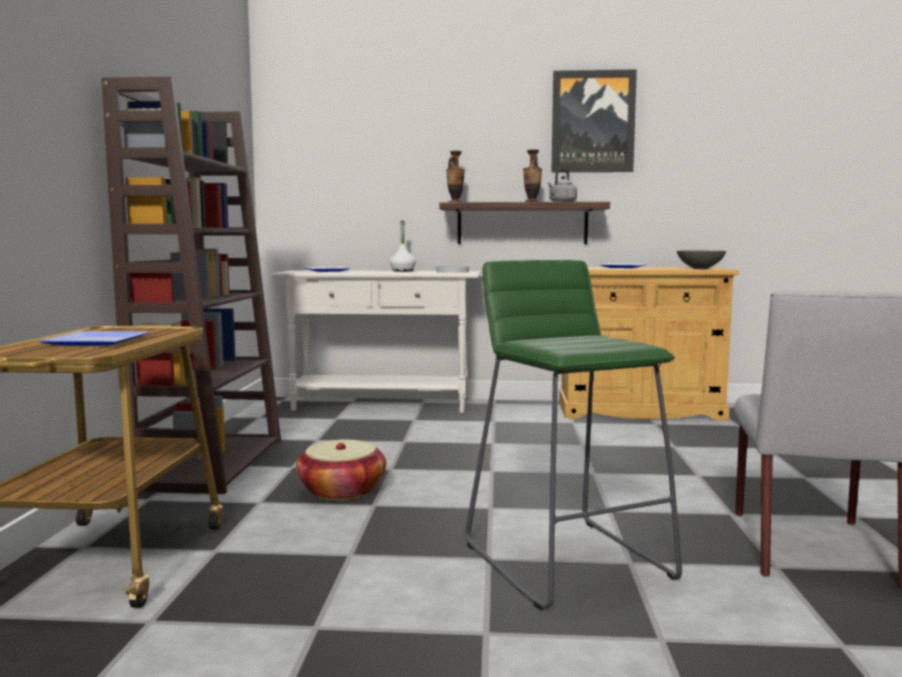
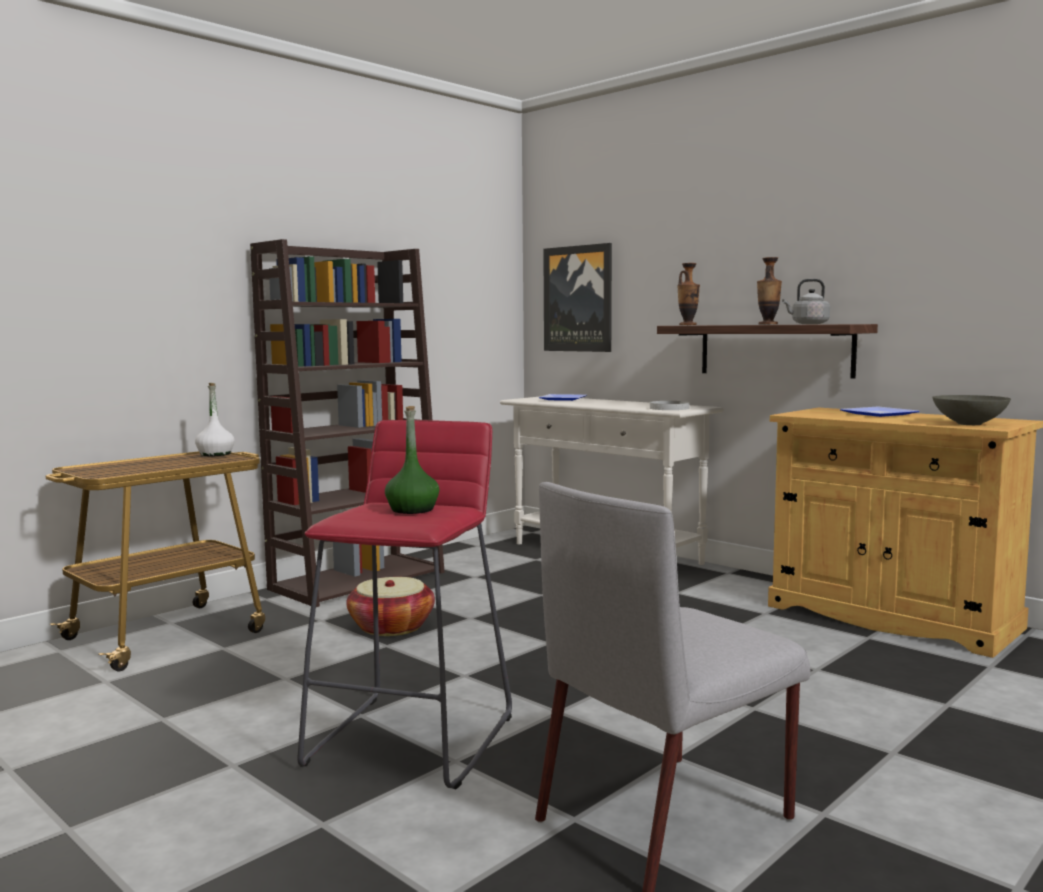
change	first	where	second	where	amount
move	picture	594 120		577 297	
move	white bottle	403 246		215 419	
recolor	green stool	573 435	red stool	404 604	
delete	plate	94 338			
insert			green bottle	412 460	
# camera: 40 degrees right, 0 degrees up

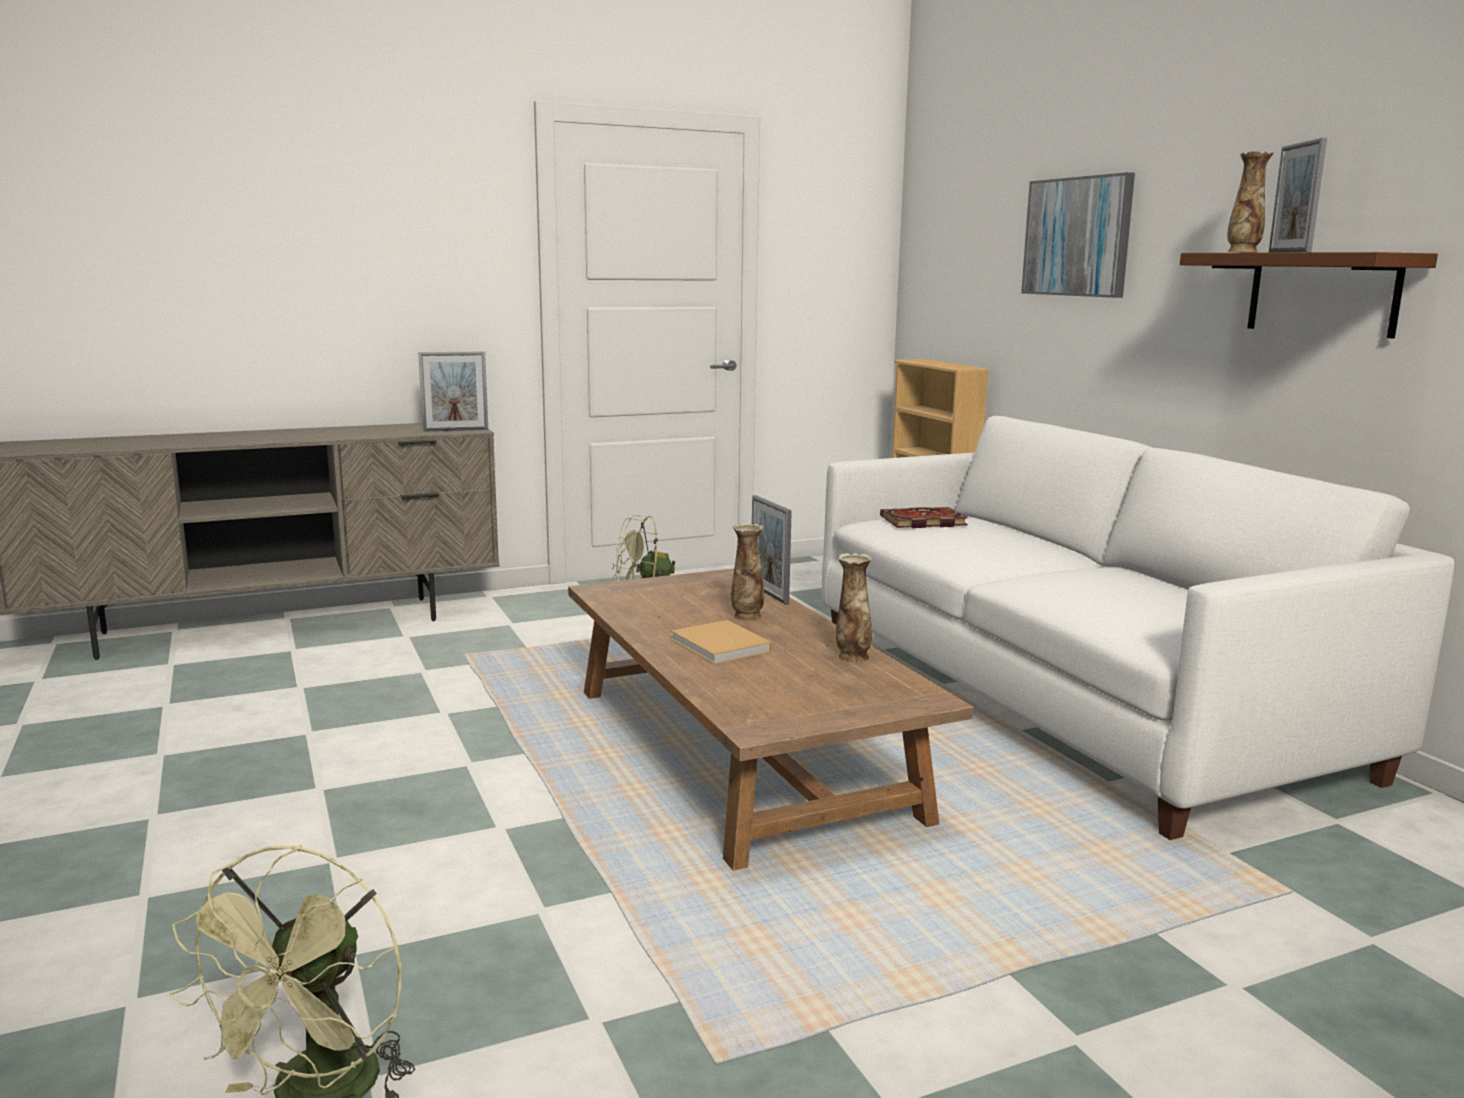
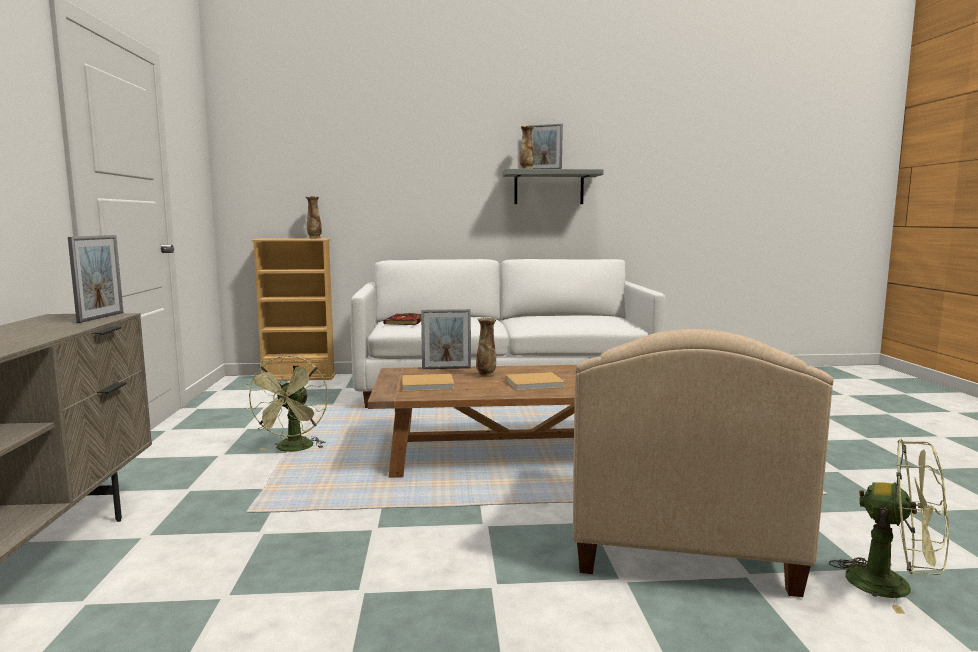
change	first	where	second	where	amount
delete	picture	1078 235			
recolor	brown shelf	1309 295	grey shelf	553 186	
move	vase	854 607		314 217	
insert			beige armchair	703 463	
insert			beige book	428 383	
# camera: 70 degrees left, 5 degrees down

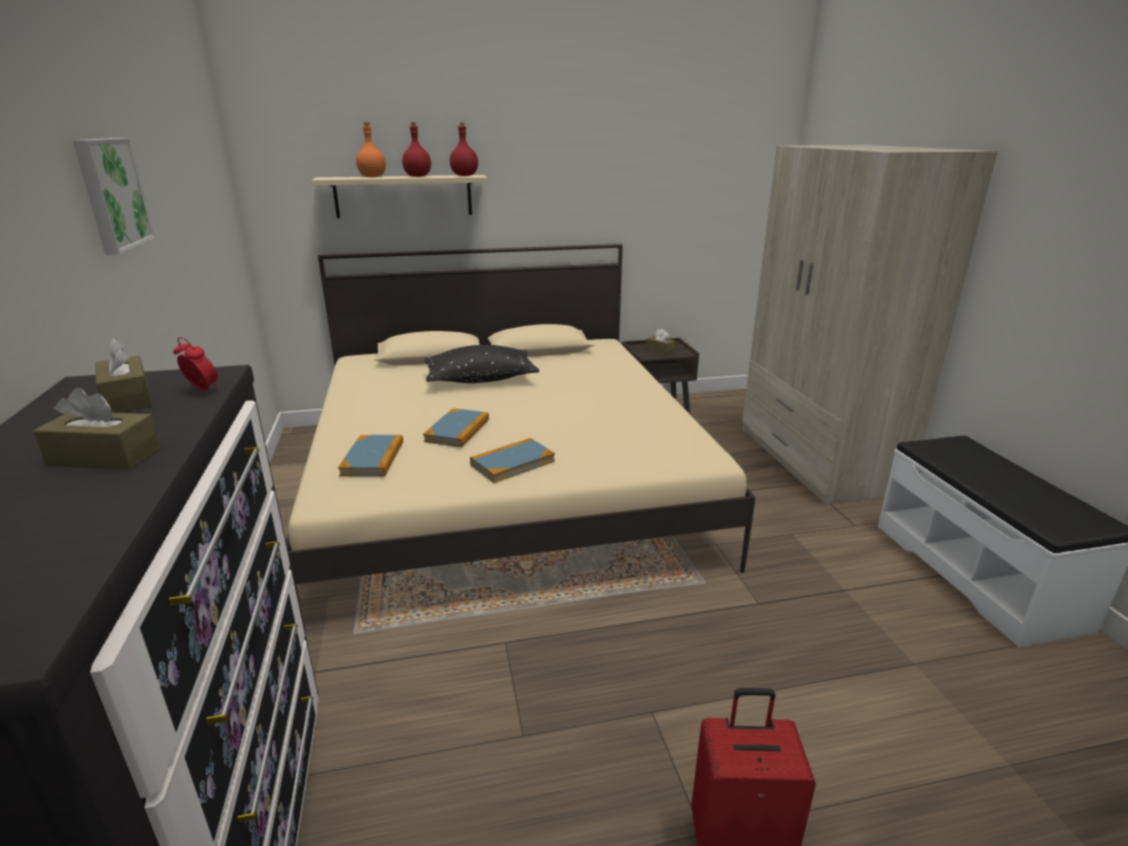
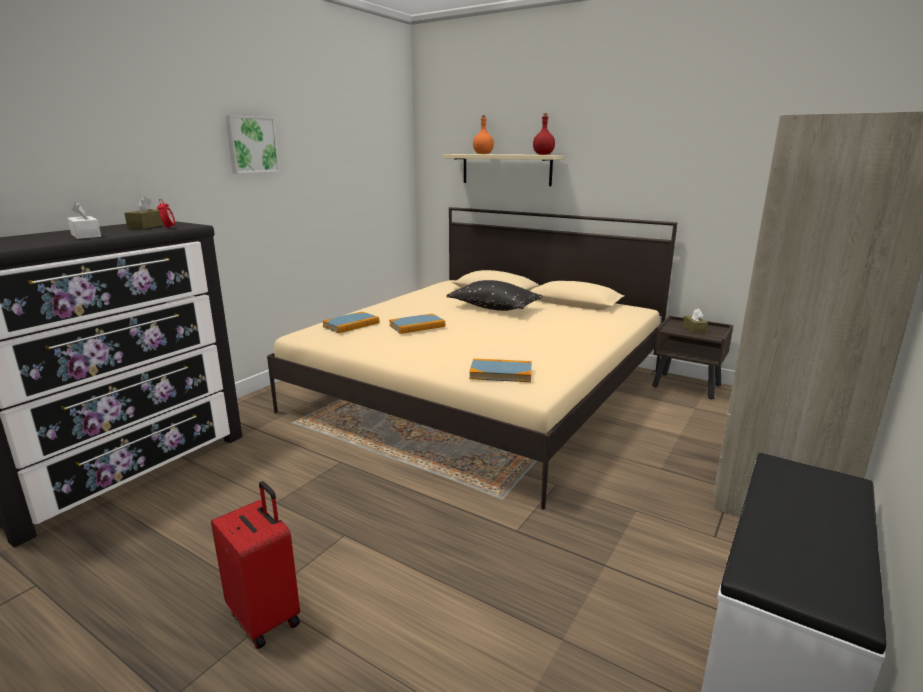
change	first	where	second	where	amount
delete	red bottle	416 149			
recolor	brown tissue box	97 428	white tissue box	84 220	
move	book	512 460		500 370	
# camera: 45 degrees right, 5 degrees down

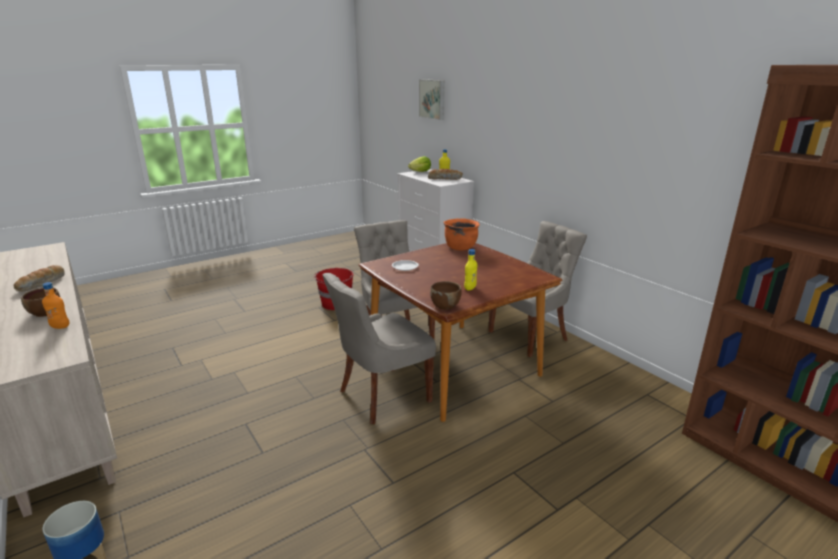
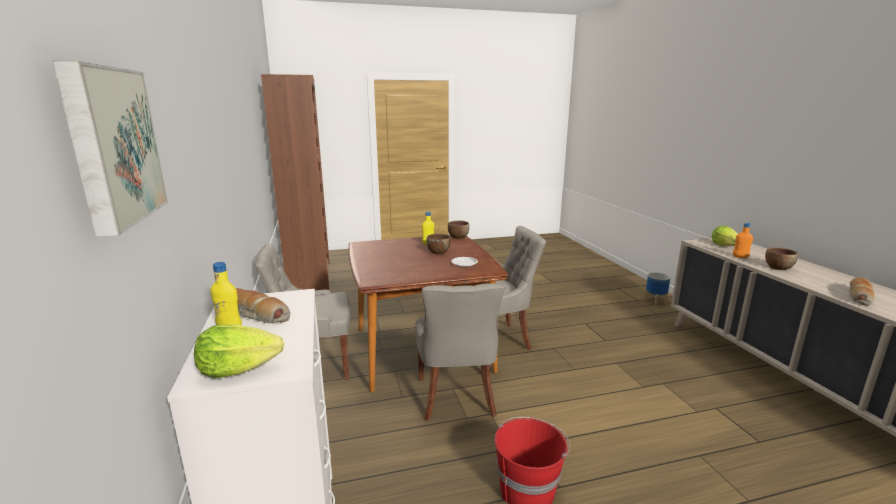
change	first	where	second	where	amount
delete	orange cooking pot	462 234			
insert			lettuce	724 236	
insert			brown bowl	439 243	
# camera: 160 degrees left, 5 degrees down

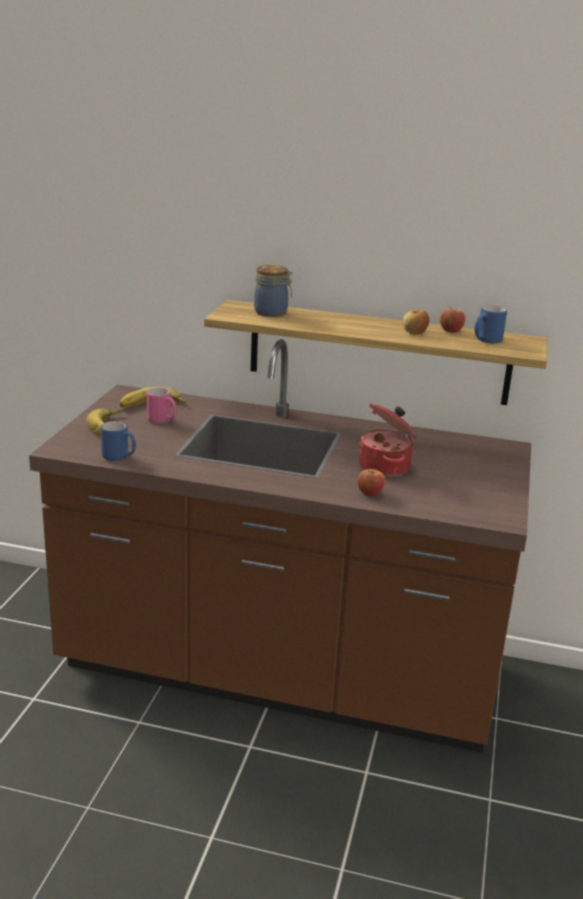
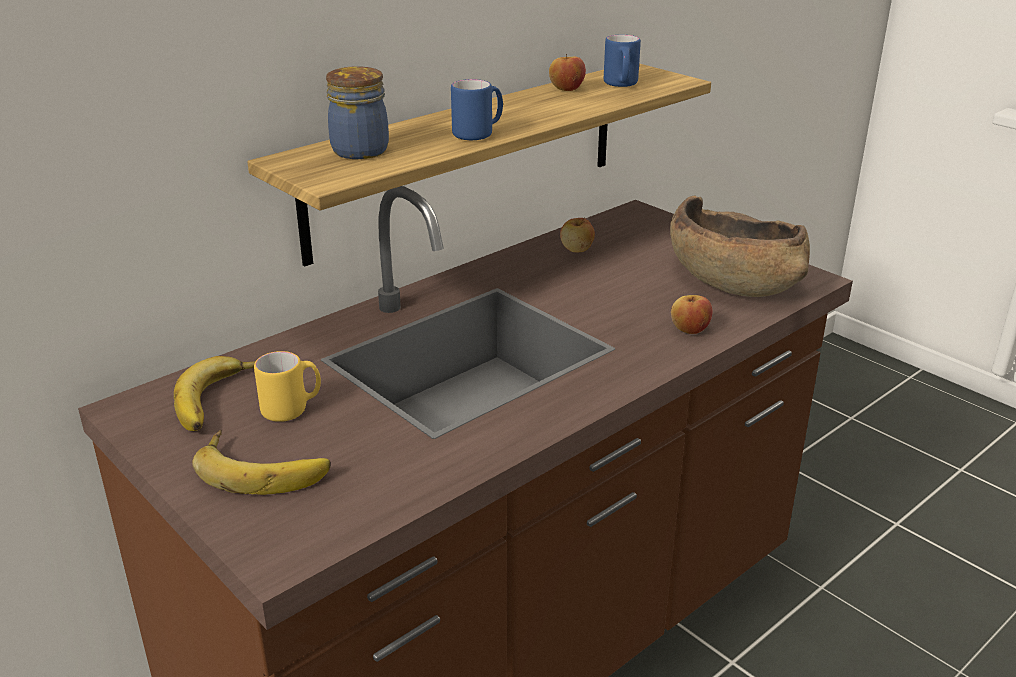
change	first	where	second	where	amount
move	apple	416 322		577 235	
recolor	pink mug	162 405	yellow mug	287 386	
delete	cooking pot	387 440			
move	blue mug	118 441		477 109	
insert			brown bowl	740 246	
# camera: 55 degrees left, 5 degrees up

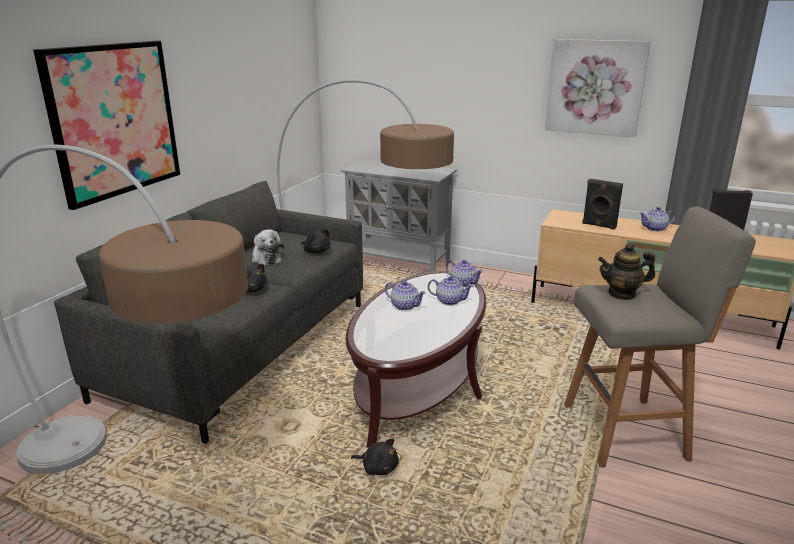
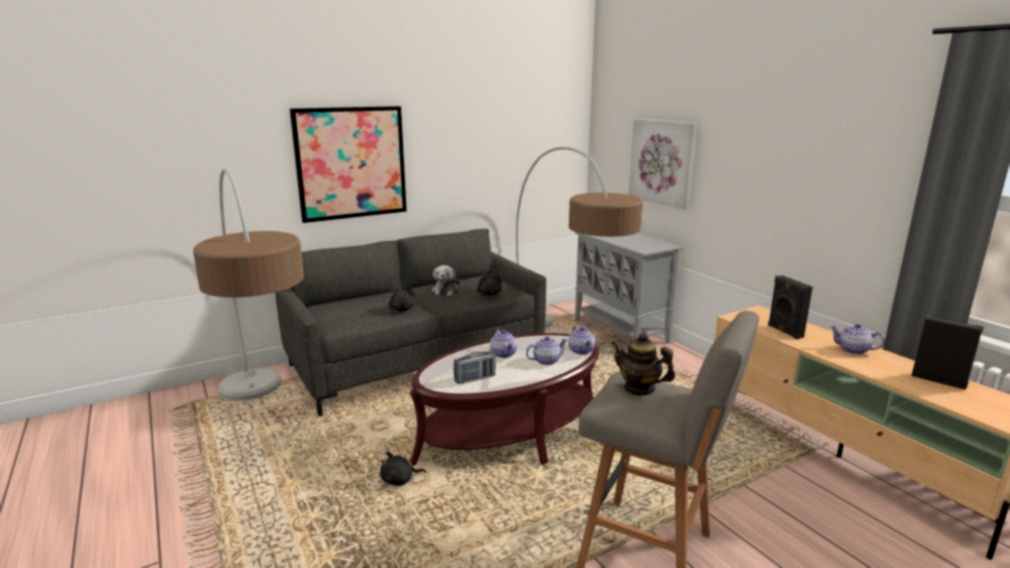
change	first	where	second	where	amount
move	picture	597 88		663 164	
rotate	teapot	450 290		547 350	75 degrees counterclockwise
rotate	black plush toy	375 457		403 468	105 degrees clockwise
insert			radio	475 367	
# camera: 35 degrees right, 5 degrees down

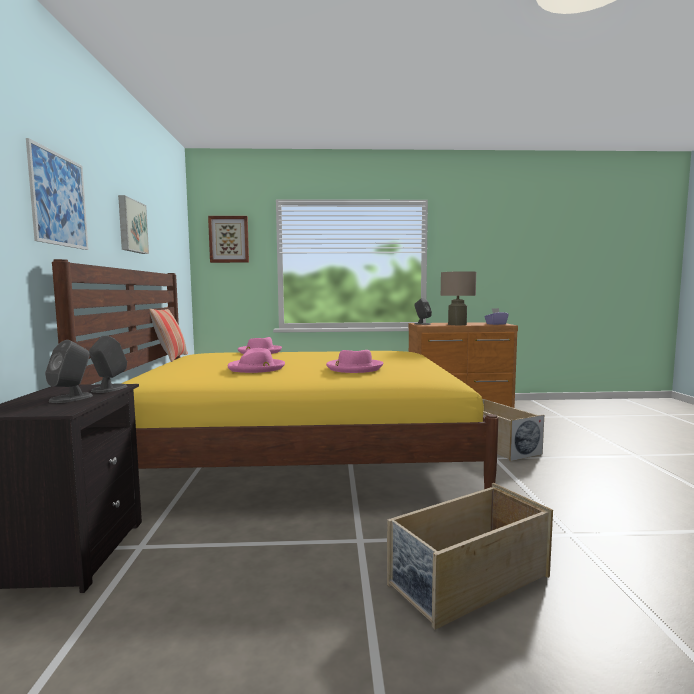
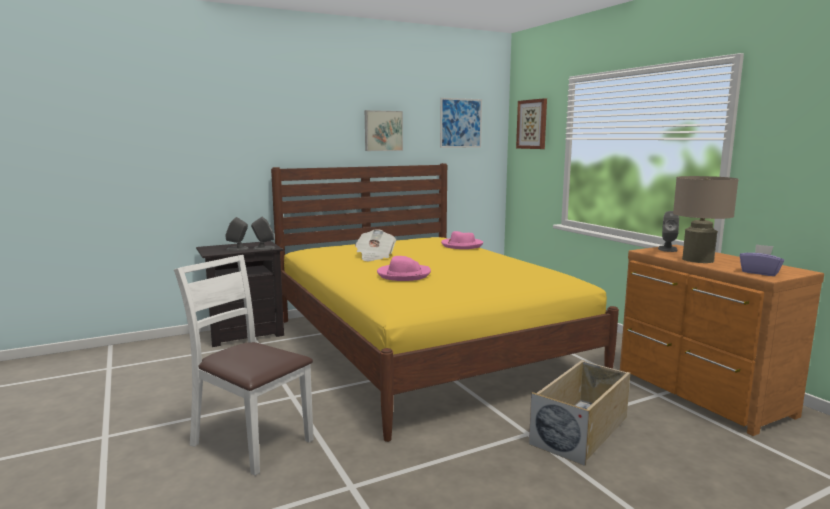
change	first	where	second	where	amount
move	picture	57 194		461 123	
delete	pillow	169 335			
replace	pink hat	256 360	newspaper	375 245	
replace	beige storage box	470 556	white chair	244 365	
# camera: 65 degrees right, 5 degrees up

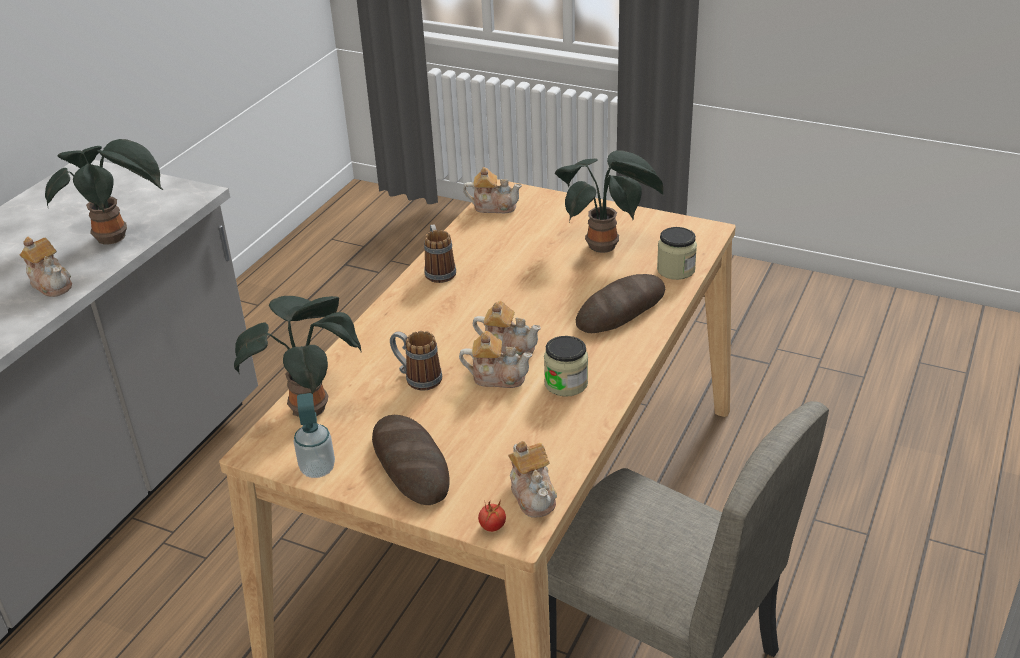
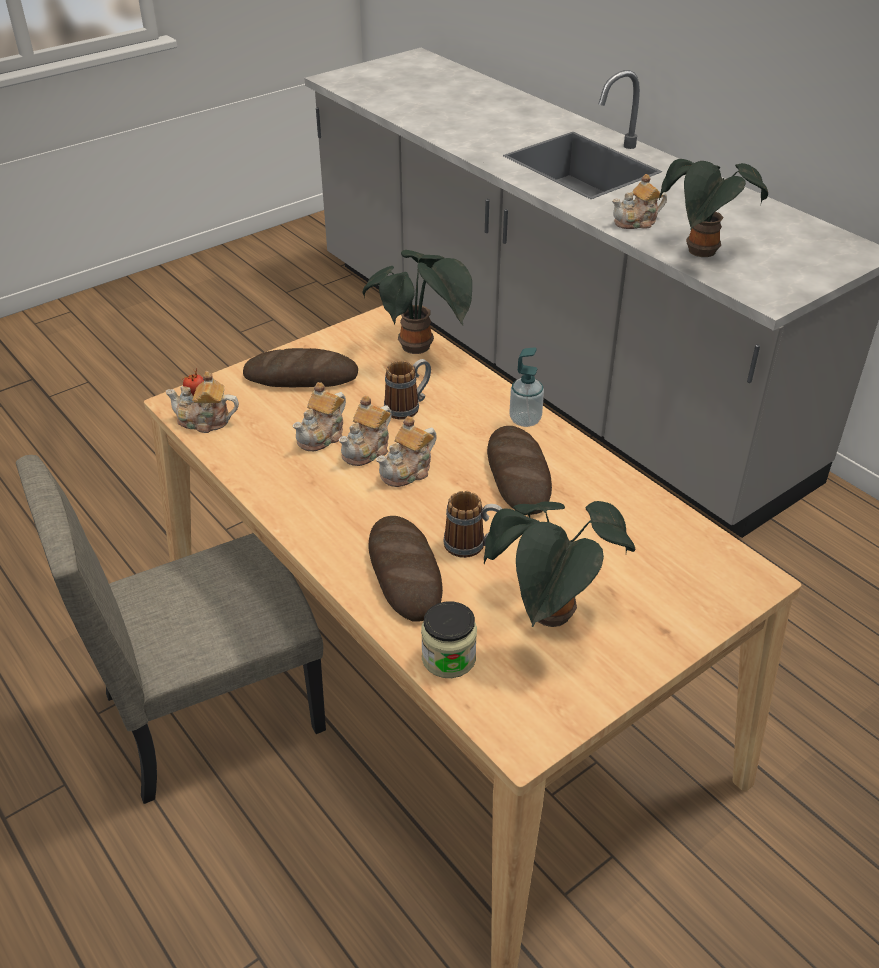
change	first	where	second	where	amount
move	teapot	492 190		319 417	
move	mug	440 253		473 524	
delete	jar	566 366			
move	soap dispenser	314 435		526 387	
insert			bread	519 470	
# camera: 115 degrees right, 5 degrees up

